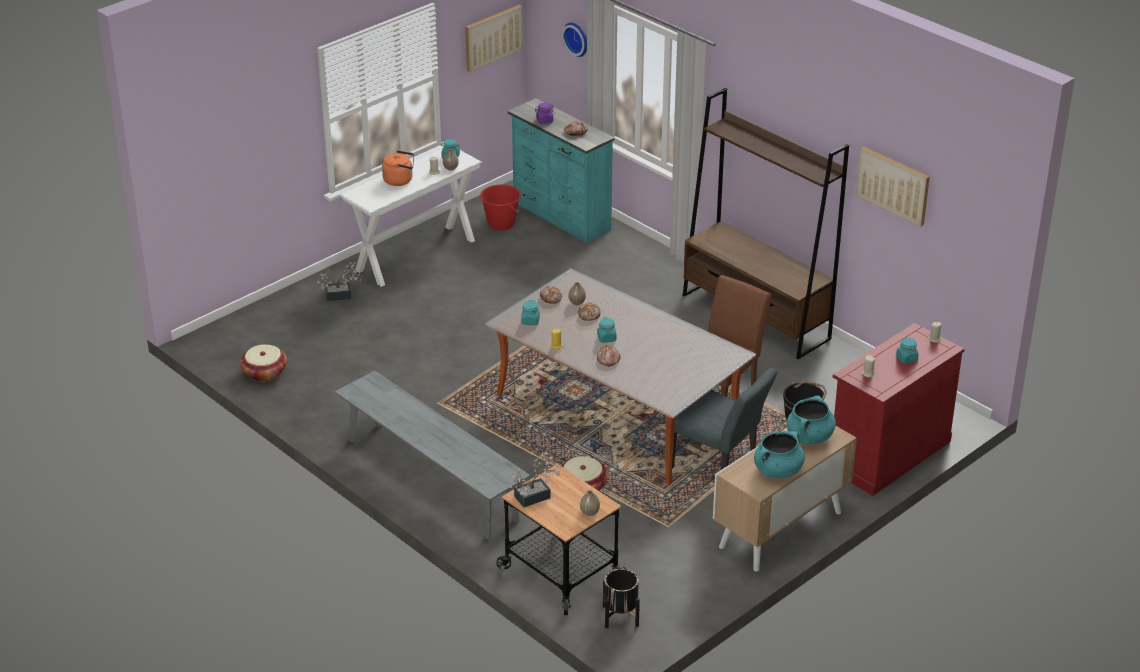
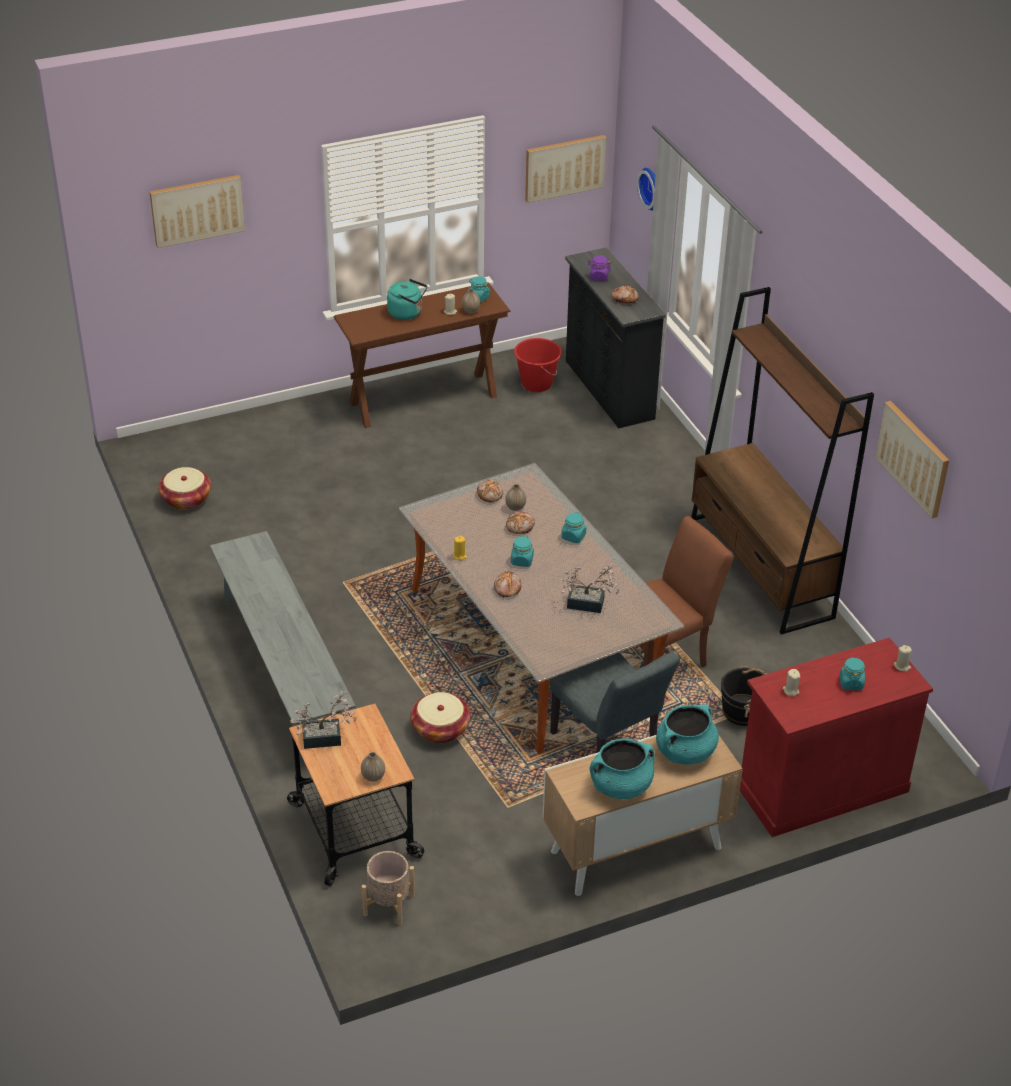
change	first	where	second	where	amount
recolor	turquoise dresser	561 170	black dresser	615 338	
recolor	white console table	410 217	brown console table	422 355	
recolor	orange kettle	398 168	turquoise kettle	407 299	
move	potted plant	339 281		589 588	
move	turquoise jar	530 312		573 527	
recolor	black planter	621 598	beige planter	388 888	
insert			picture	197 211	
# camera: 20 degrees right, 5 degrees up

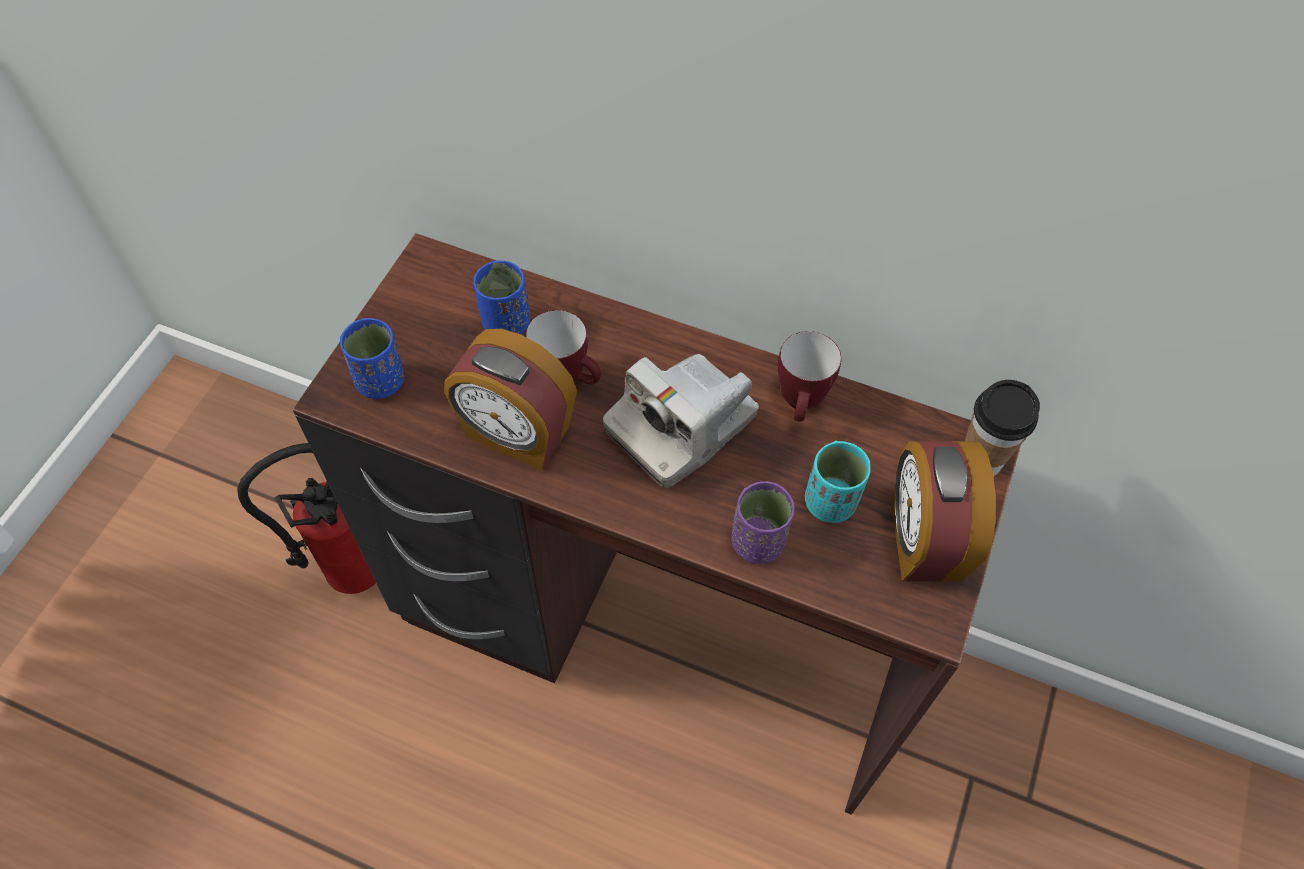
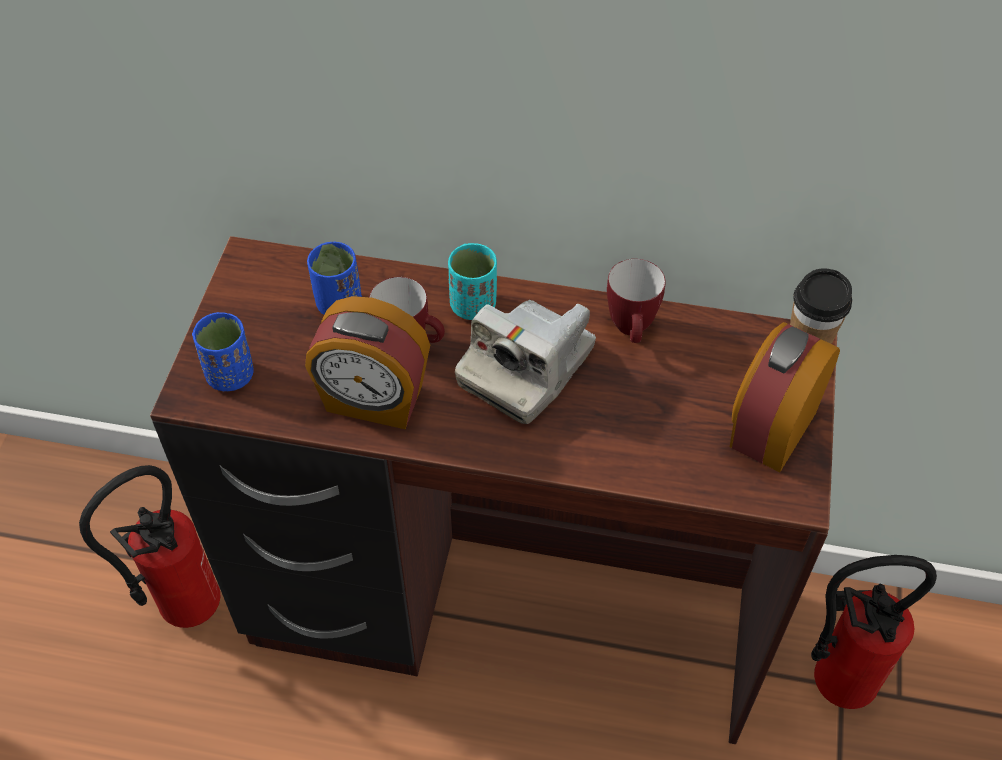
change	first	where	second	where	amount
move	turquoise cup	838 482		472 281	
rotate	alarm clock	943 511		785 397	45 degrees clockwise
delete	purple cup	763 522			
insert			fire extinguisher	874 632	
# camera: 10 degrees left, 5 degrees down

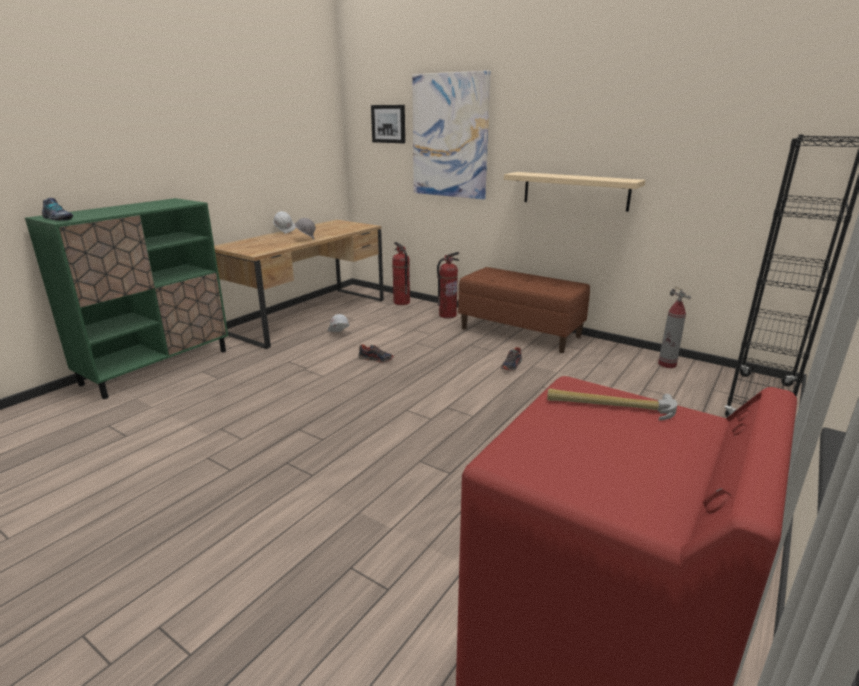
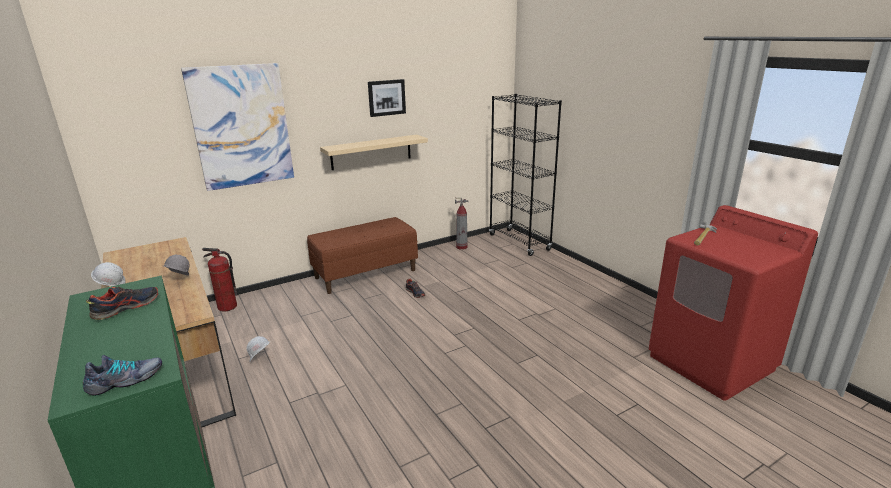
change	first	where	second	where	amount
move	picture	388 124		387 98	
delete	fire extinguisher	448 285			
move	shoe	376 353		122 303	
# camera: 65 degrees left, 0 degrees up

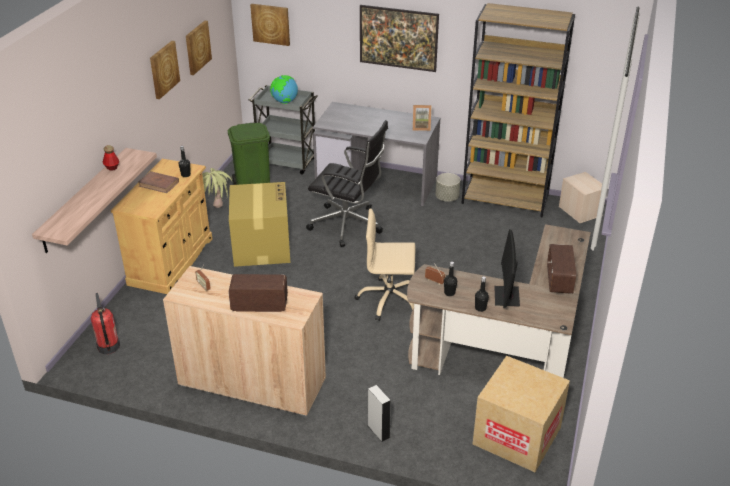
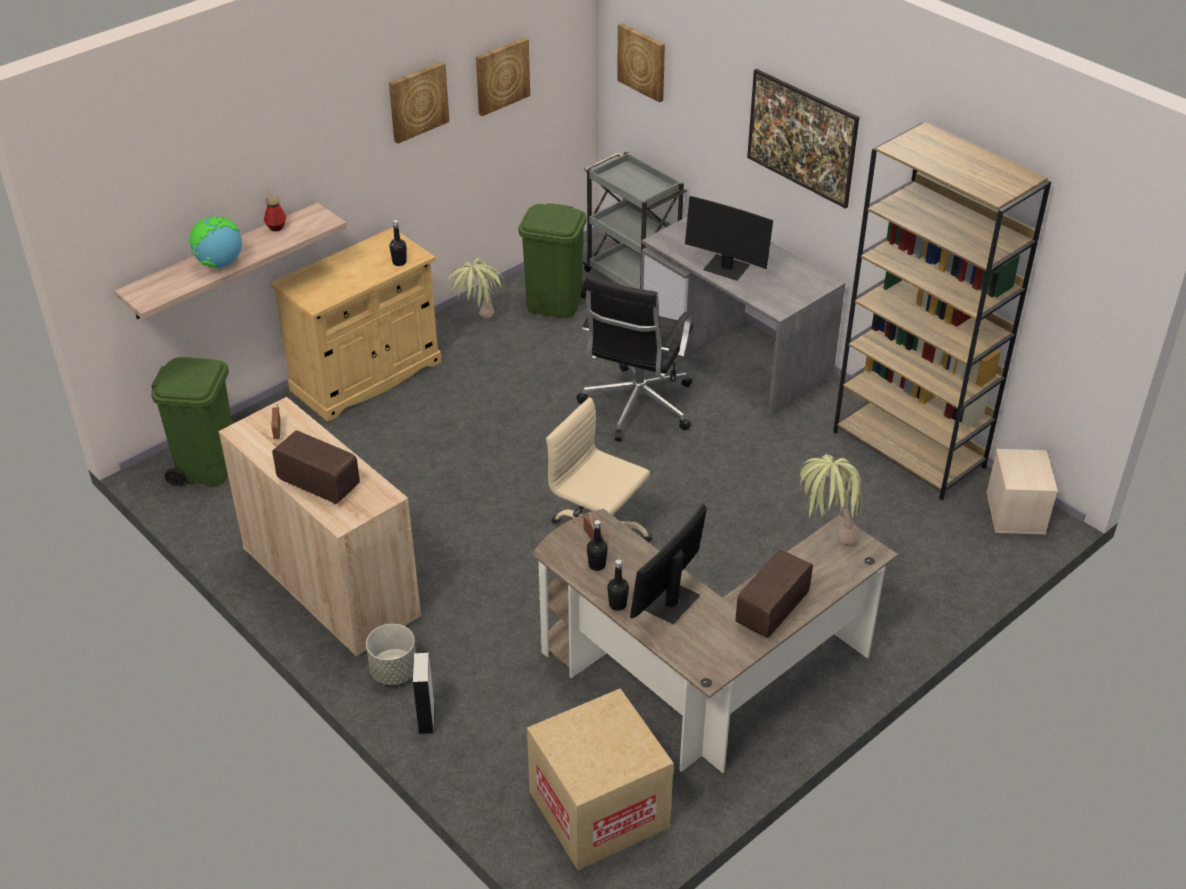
change	first	where	second	where	amount
move	globe	284 89		215 242	
delete	picture frame	422 118			
rotate	black office chair	347 183		635 358	60 degrees clockwise
delete	brown book	158 182			
move	grey planter	448 187		391 654	
delete	cardboard box	259 224			
replace	fire extinguisher	105 323	green trash can	191 421	
insert			monitor	729 238	
insert			potted plant	831 499	
# camera: 30 degrees right, 5 degrees up

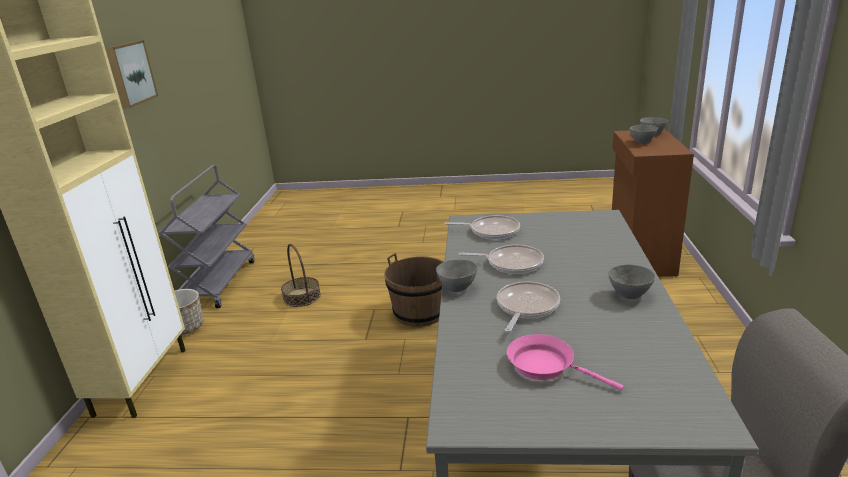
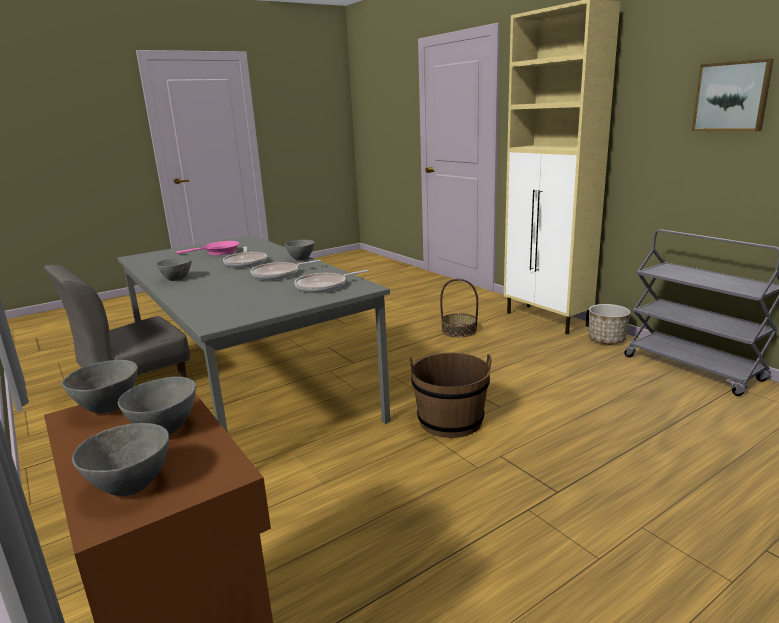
change	first	where	second	where	amount
move	basket	301 275		459 308	
insert			grey bowl	100 386	
# camera: 140 degrees right, 5 degrees down

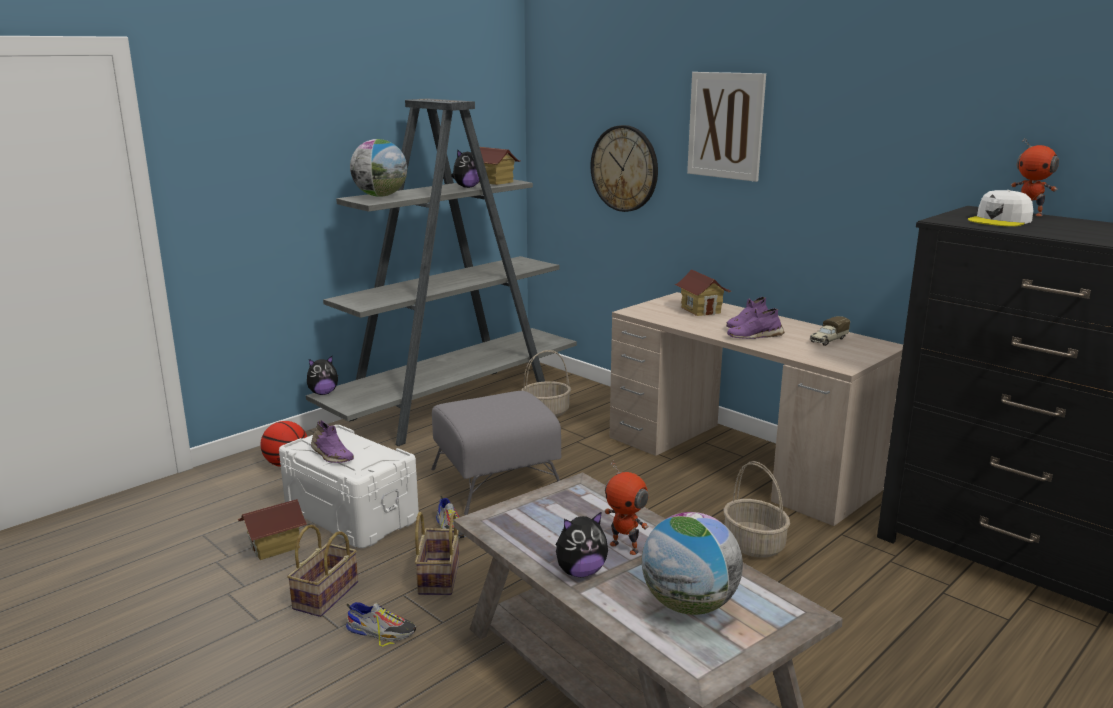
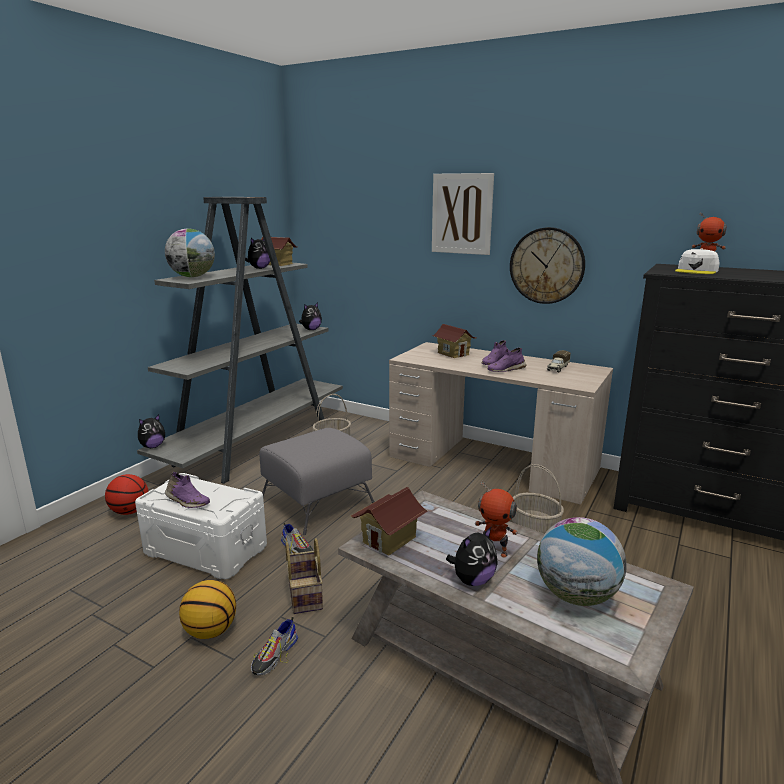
change	first	where	second	where	amount
move	wall clock	624 168		547 265	
move	toy house	272 529		389 521	
replace	basket	322 571	basketball	207 609	
rotate	shoe	381 624		274 646	120 degrees clockwise
insert			plush toy	310 316	
# camera: 15 degrees left, 0 degrees up

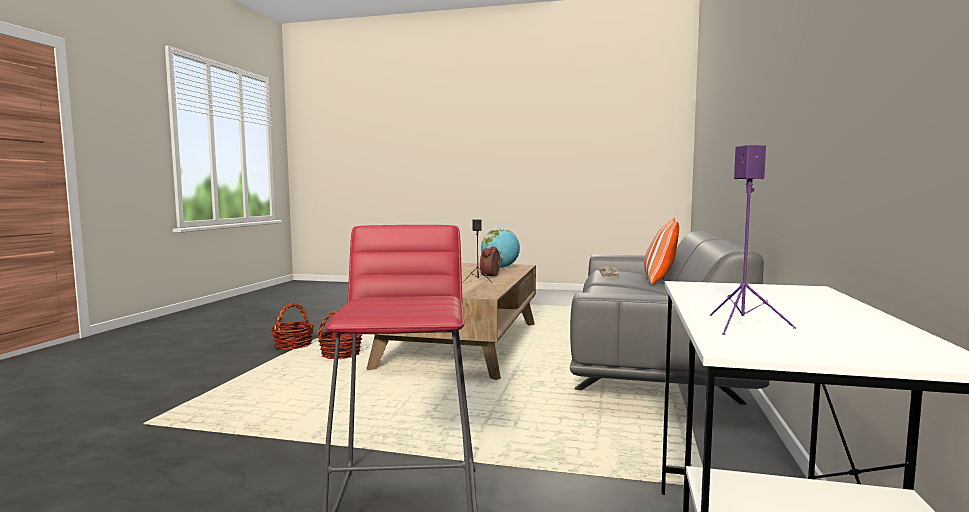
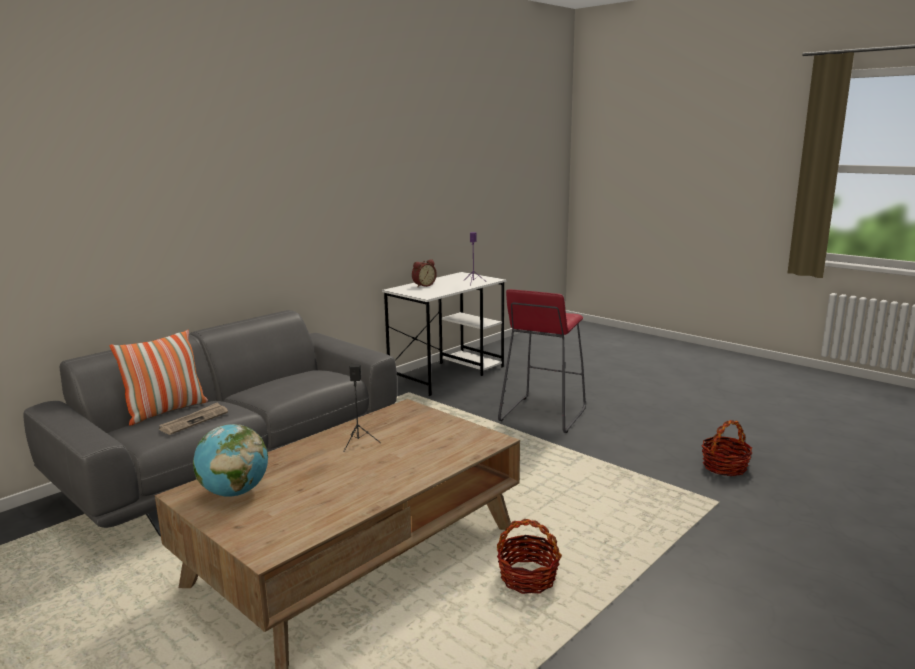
change	first	where	second	where	amount
move	alarm clock	491 261		424 273	
move	basket	292 326		727 448	
# camera: 150 degrees left, 10 degrees up

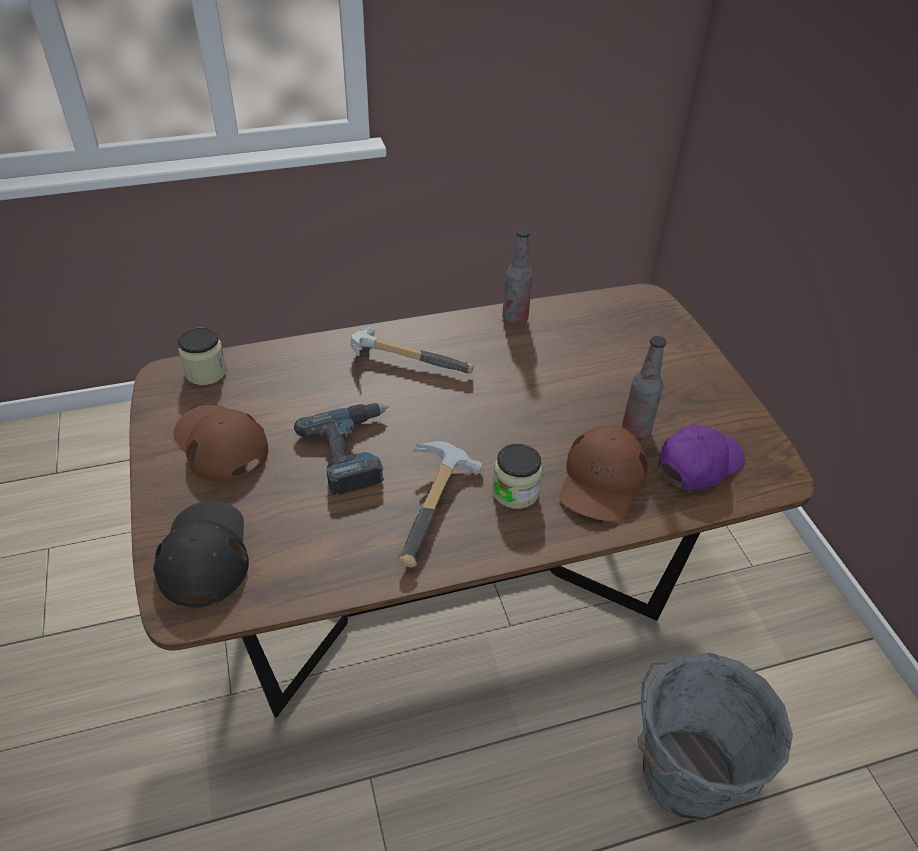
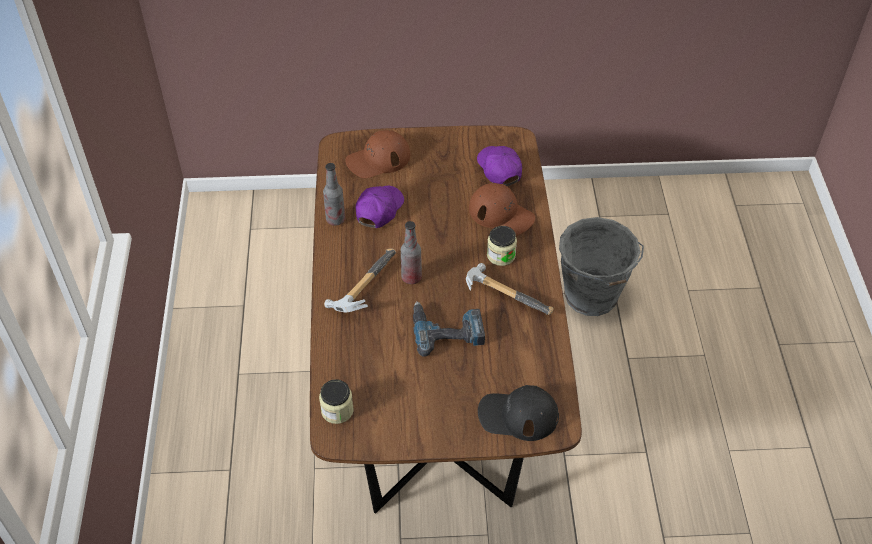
change	first	where	second	where	amount
move	bottle	644 387		411 252	
move	brown cap	220 444		377 154	
insert			purple cap	379 207	
# camera: 75 degrees left, 5 degrees up

